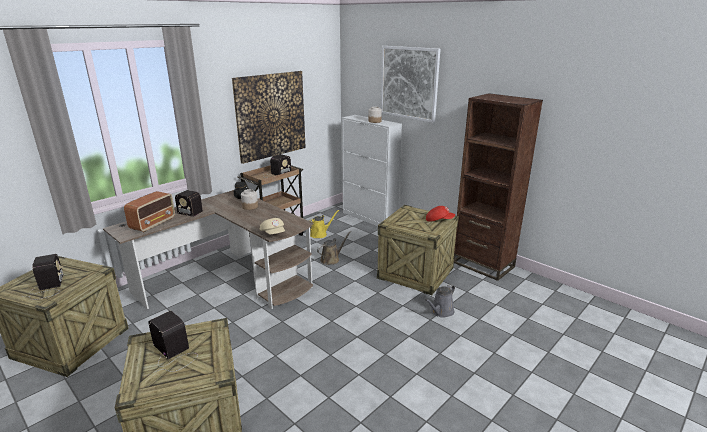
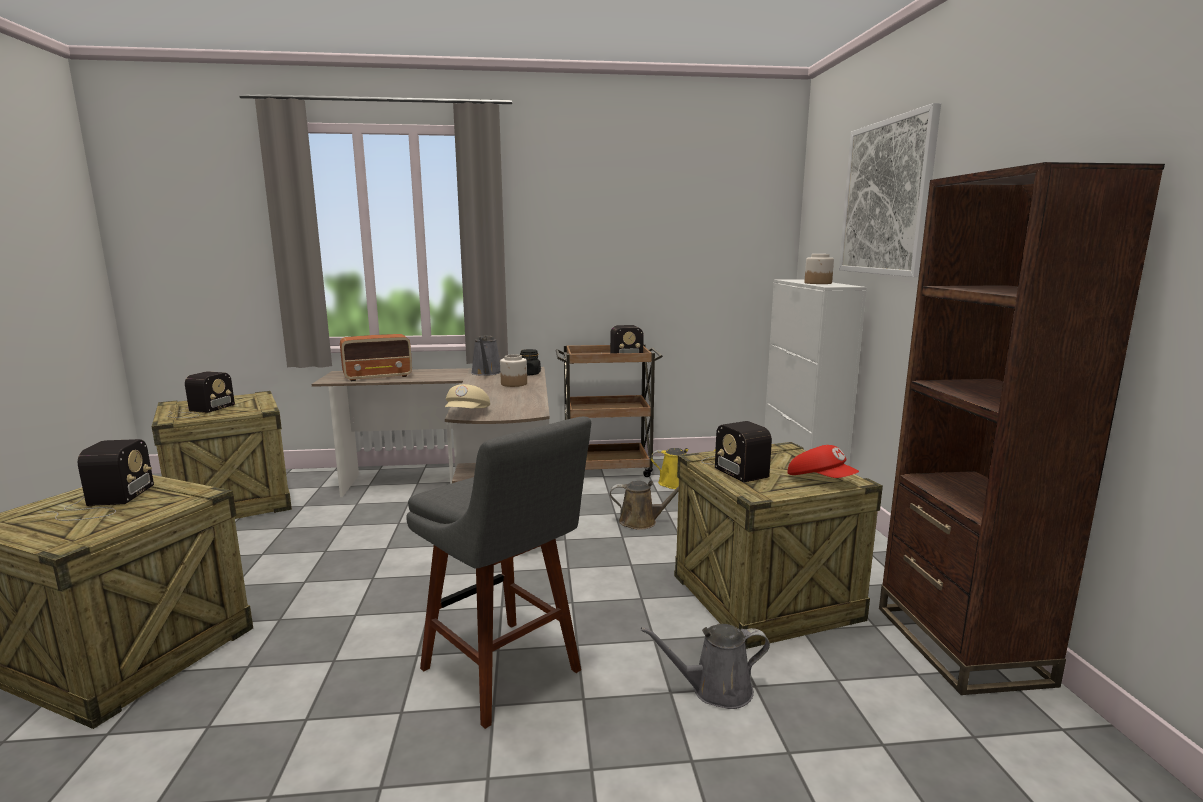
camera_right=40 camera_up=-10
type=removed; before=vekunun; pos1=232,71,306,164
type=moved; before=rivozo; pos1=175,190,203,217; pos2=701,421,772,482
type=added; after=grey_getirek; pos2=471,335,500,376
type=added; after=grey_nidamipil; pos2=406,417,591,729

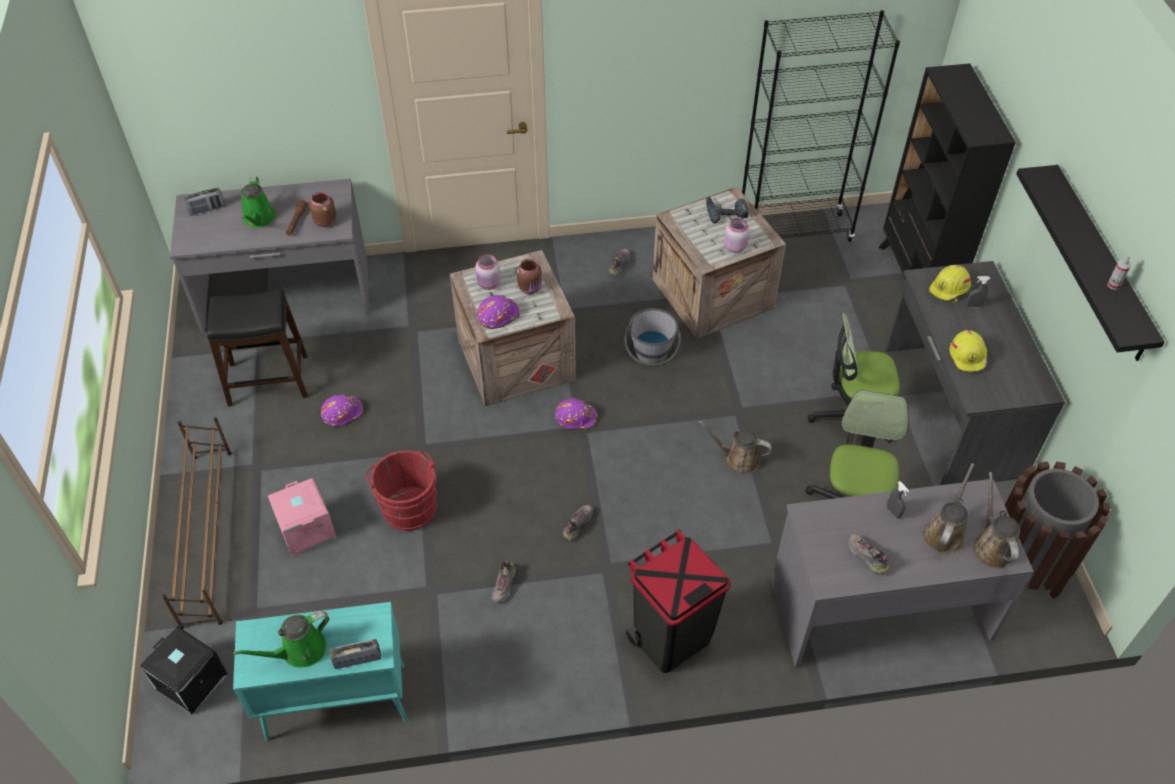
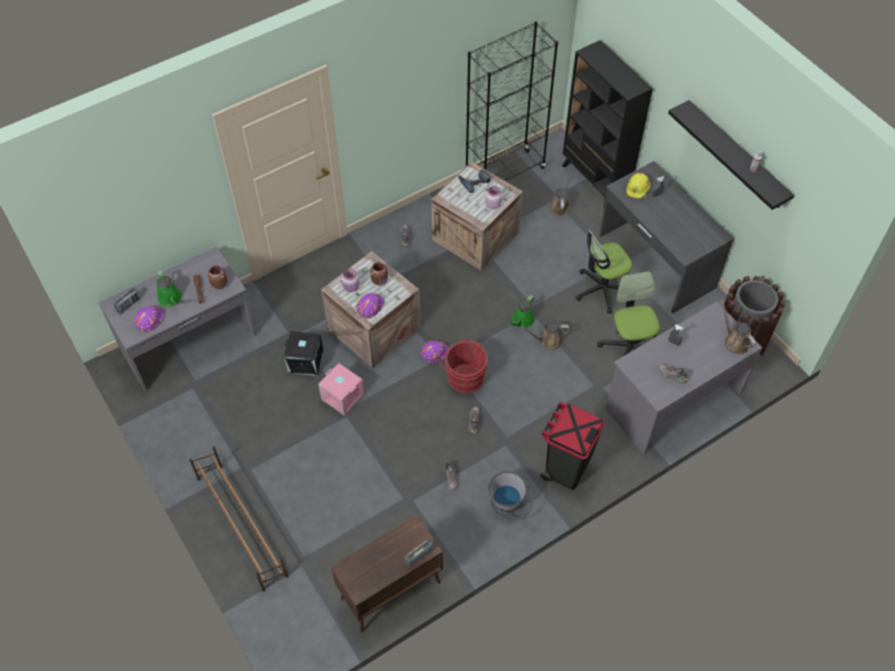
camera_right=-25 camera_up=5
type=removed; before=black_nidamipil; pos1=207,289,308,406
type=moved; before=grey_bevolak; pos1=624,308,681,366; pos2=488,471,533,522
type=removed; before=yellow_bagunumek; pos1=949,330,987,372
type=moved; before=purple_bagunumek; pos1=321,395,363,427; pos2=134,306,165,332
type=moved; before=red_bevolak; pos1=366,450,437,531; pos2=440,340,488,393
type=moved; before=brown_getirek; pos1=923,463,974,554; pos2=549,168,570,216
type=moved; before=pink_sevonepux; pos1=268,478,336,557; pos2=318,363,364,416
type=recoloured; before=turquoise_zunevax; after=brown_zunevax; pos1=233,602,408,741; pos2=331,515,443,632
type=moved; before=green_getirek; pos1=233,611,329,668; pos2=507,295,535,328
type=moved; before=black_sevonepux; pos1=140,626,228,715; pos2=284,331,323,376

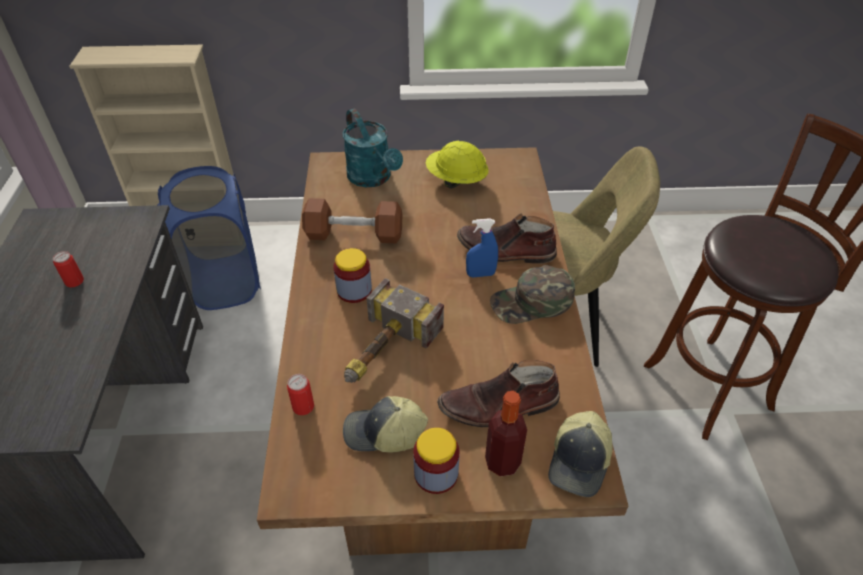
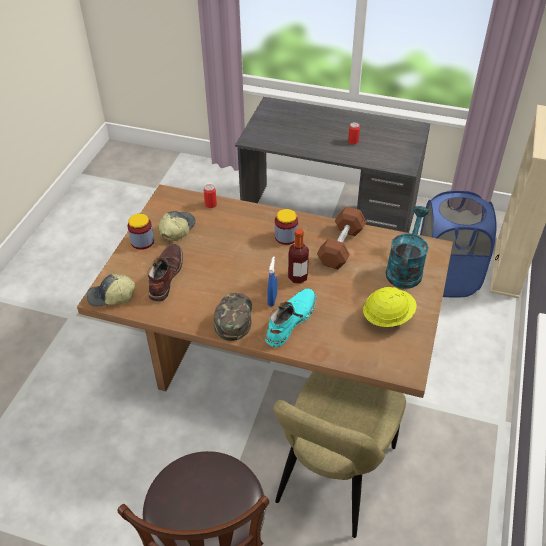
camera_right=110 camera_up=0
type=turned; before=turquoise_getirek; pos1=343,109,403,187; pos2=386,206,429,289; turn=120
type=recoloured; before=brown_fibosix; after=turquoise_fibosix; pos1=457,214,557,264; pos2=265,289,317,347
type=removed; before=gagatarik; pos1=344,278,444,383
type=moved; before=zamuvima; pos1=485,391,527,476; pos2=288,229,309,284
type=turned; before=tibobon; pos1=548,411,613,497; pos2=86,274,136,306; turn=-45

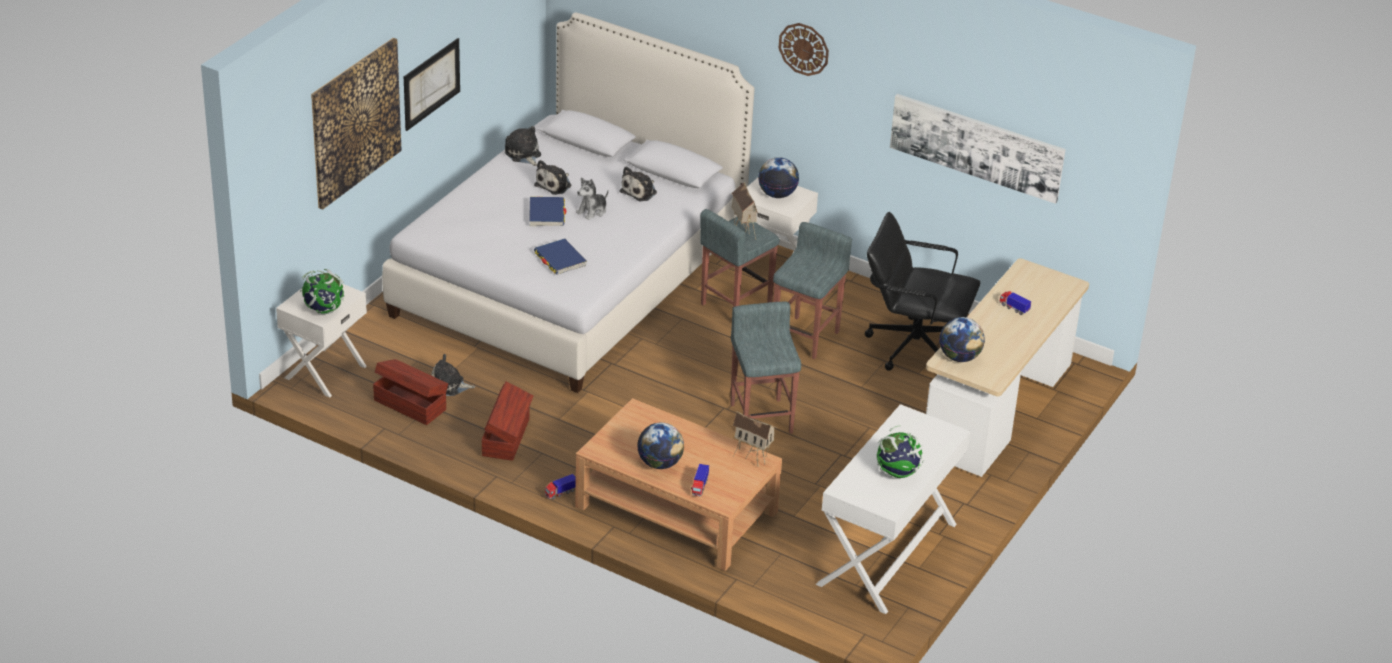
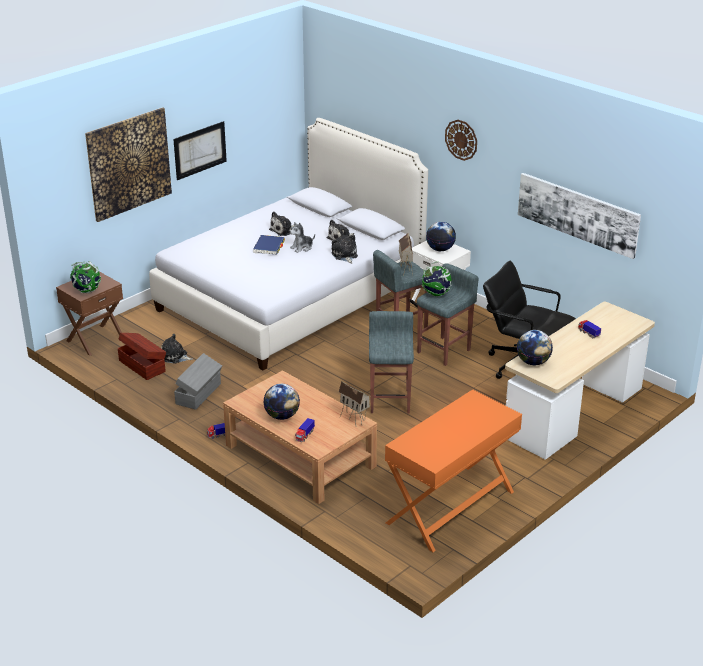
camera_right=15 camera_up=-5
type=moved; before=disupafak; pos1=505,126,541,166; pos2=332,235,358,264
type=removed; before=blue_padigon; pos1=534,238,587,275
type=recoloured; before=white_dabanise; after=brown_dabanise; pos1=276,284,367,398; pos2=56,272,123,356
type=recoloured; before=brown_sevonepux; after=grey_sevonepux; pos1=482,382,533,461; pos2=174,353,222,410
type=recoloured; before=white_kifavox; after=orange_kifavox; pos1=816,404,970,614; pos2=385,389,522,552
type=moved; before=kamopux; pos1=876,425,924,478; pos2=422,262,452,296

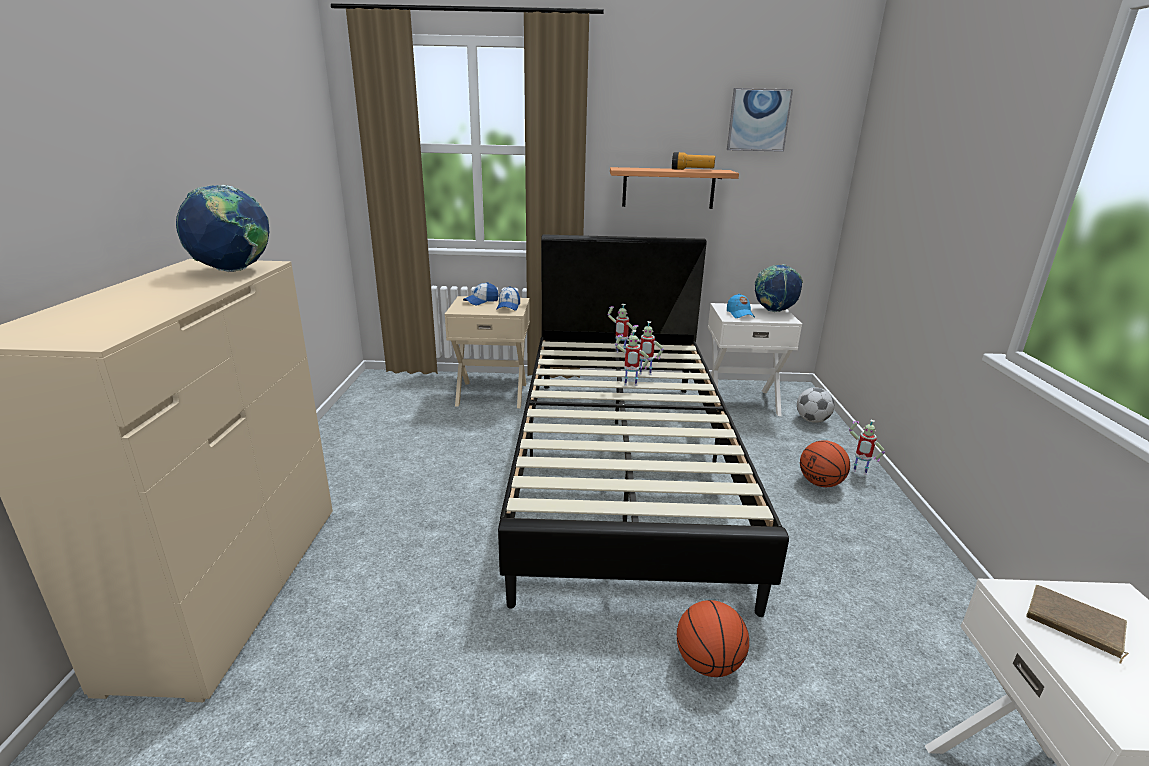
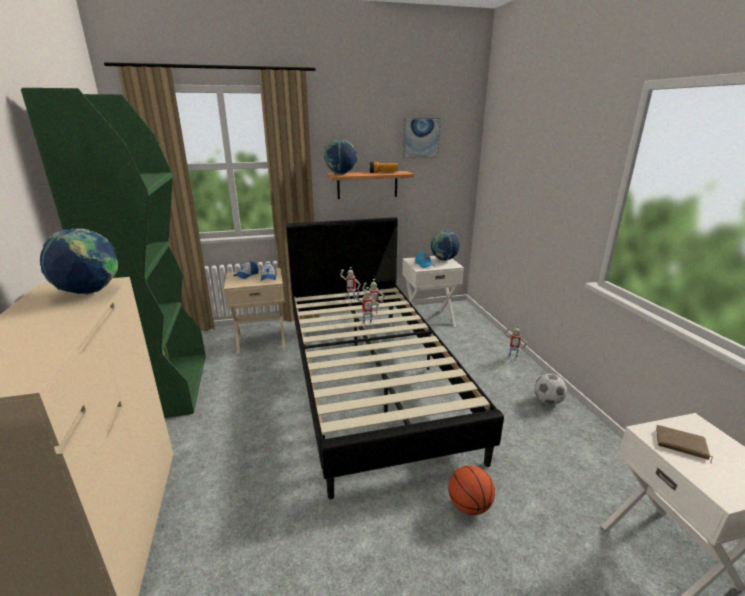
camera_right=-15 camera_up=0
type=moved; before=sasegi; pos1=797,387,834,423; pos2=534,374,567,405
type=removed; before=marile; pos1=800,440,850,487
type=added; after=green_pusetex; pos2=21,88,206,418
type=added; after=kamopux; pos2=324,139,358,175

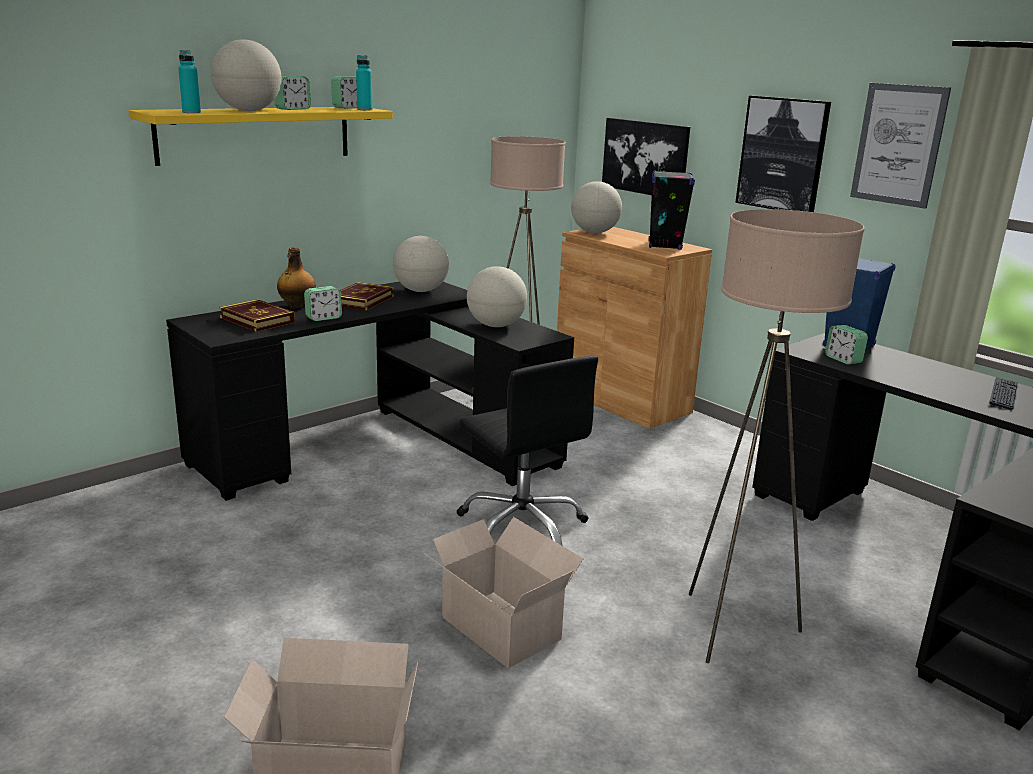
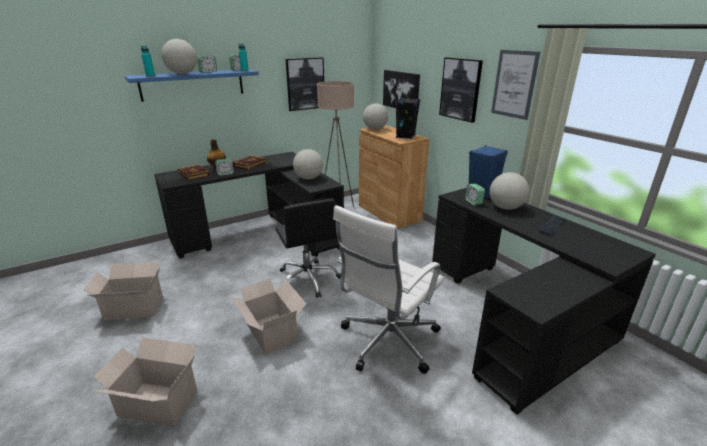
camera_right=10 camera_up=5
type=recoloured; before=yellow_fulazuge; after=blue_fulazuge; pos1=128,107,393,166; pos2=125,69,259,102
type=replaced; before=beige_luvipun; after=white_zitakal; pos1=689,209,865,663; pos2=333,205,445,374
type=moved; before=kamopux; pos1=393,236,449,292; pos2=489,172,529,210
type=added; after=vekunun; pos2=286,57,324,111
type=added; after=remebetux; pos2=83,261,163,321

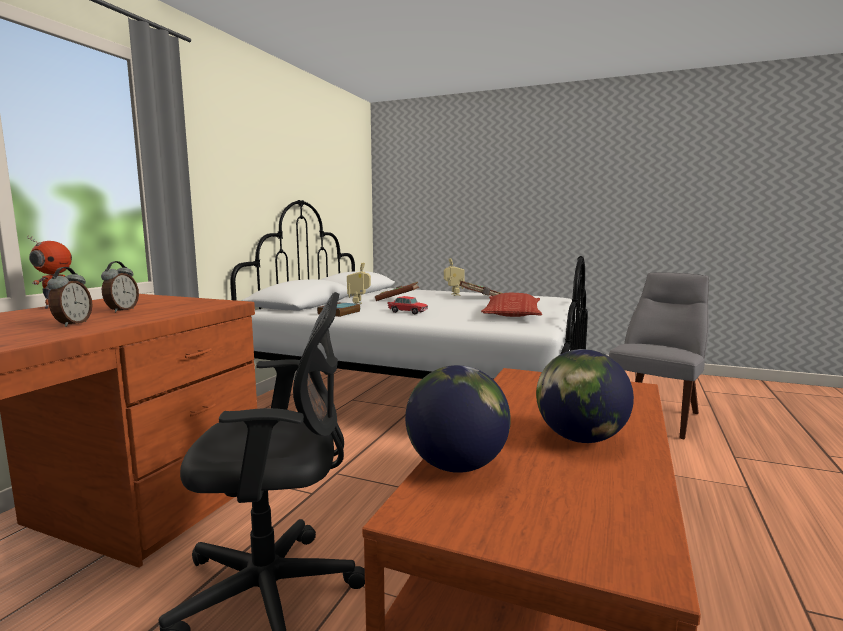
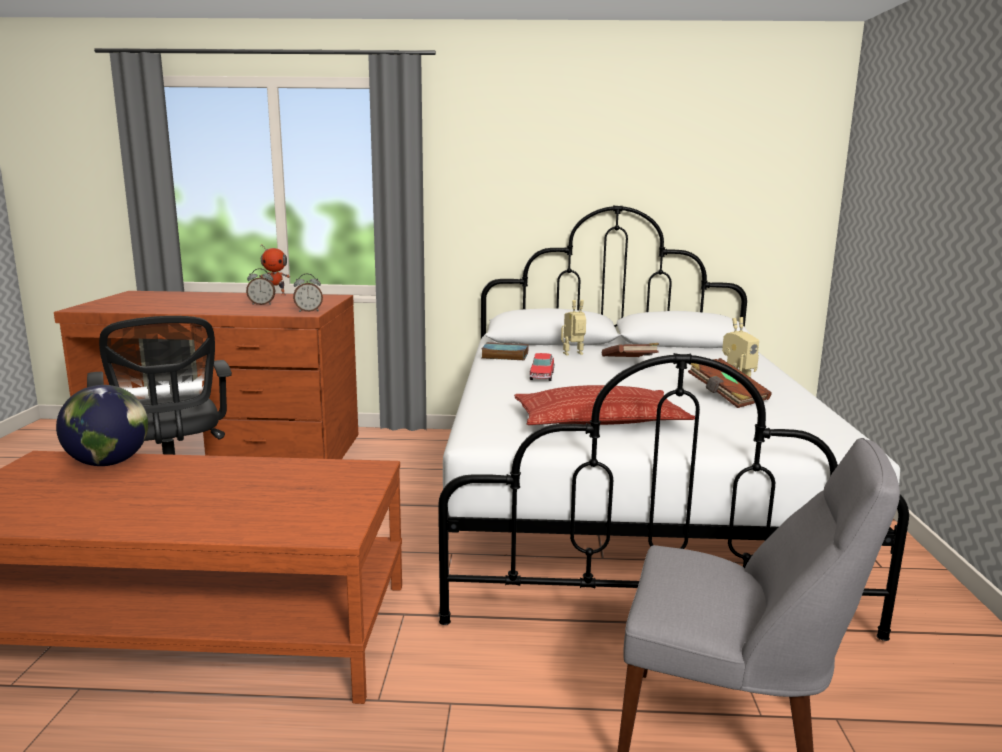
camera_right=70 camera_up=5
type=moved; before=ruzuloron; pos1=47,267,93,327; pos2=293,273,323,312
type=removed; before=kamopux; pos1=536,349,634,443

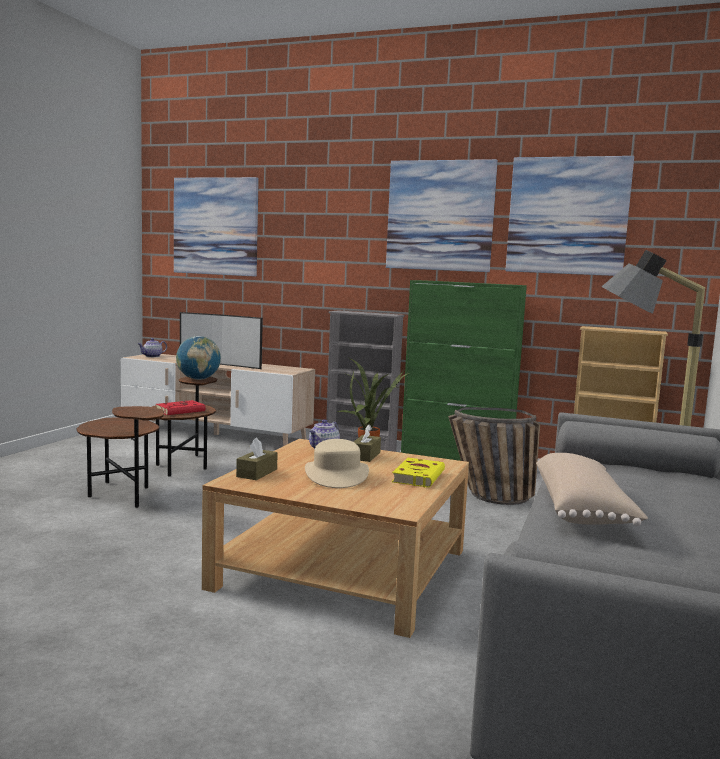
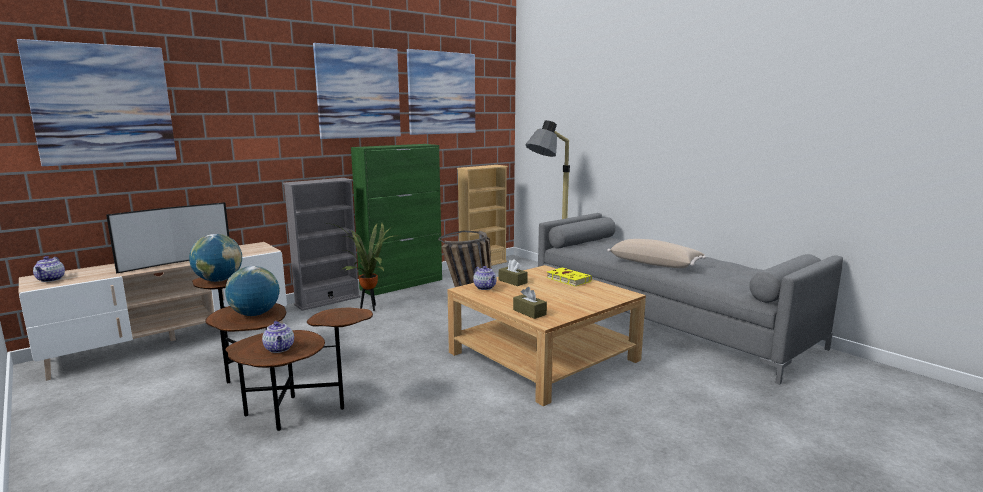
camera_right=-60 camera_up=5
type=replaced; before=red_padigon; after=kamopux; pos1=156,400,206,415; pos2=225,266,280,316
type=removed; before=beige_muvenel; pos1=305,439,369,488
type=added; after=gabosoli; pos2=262,321,294,353

